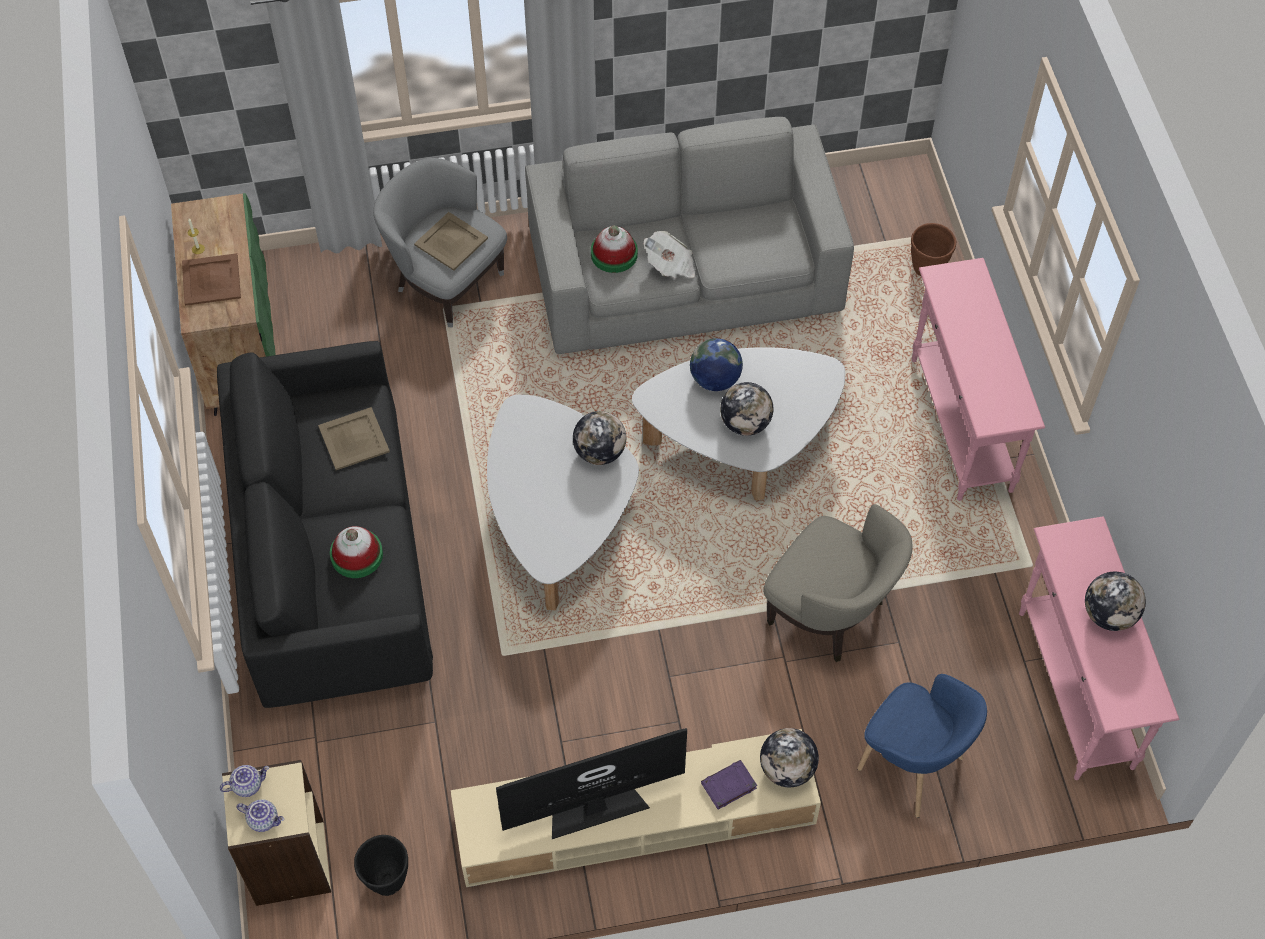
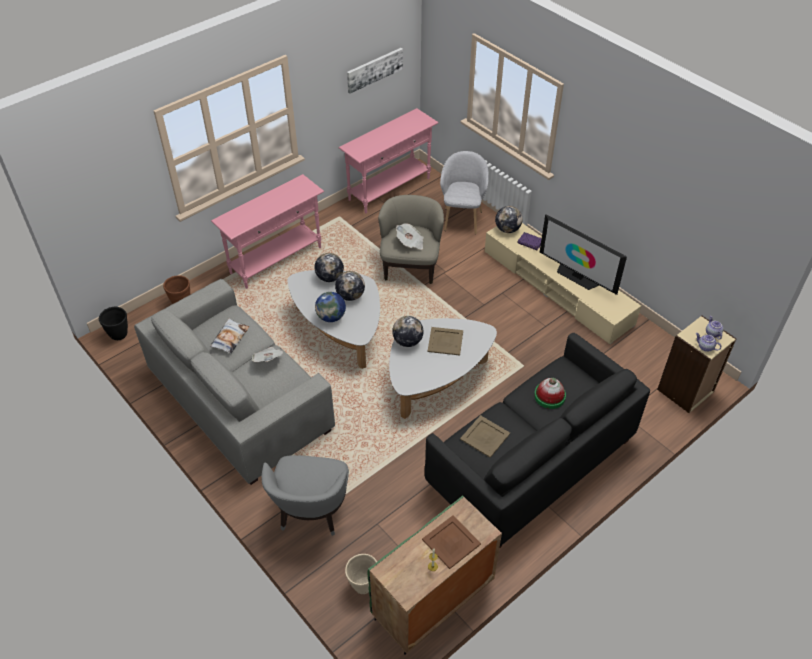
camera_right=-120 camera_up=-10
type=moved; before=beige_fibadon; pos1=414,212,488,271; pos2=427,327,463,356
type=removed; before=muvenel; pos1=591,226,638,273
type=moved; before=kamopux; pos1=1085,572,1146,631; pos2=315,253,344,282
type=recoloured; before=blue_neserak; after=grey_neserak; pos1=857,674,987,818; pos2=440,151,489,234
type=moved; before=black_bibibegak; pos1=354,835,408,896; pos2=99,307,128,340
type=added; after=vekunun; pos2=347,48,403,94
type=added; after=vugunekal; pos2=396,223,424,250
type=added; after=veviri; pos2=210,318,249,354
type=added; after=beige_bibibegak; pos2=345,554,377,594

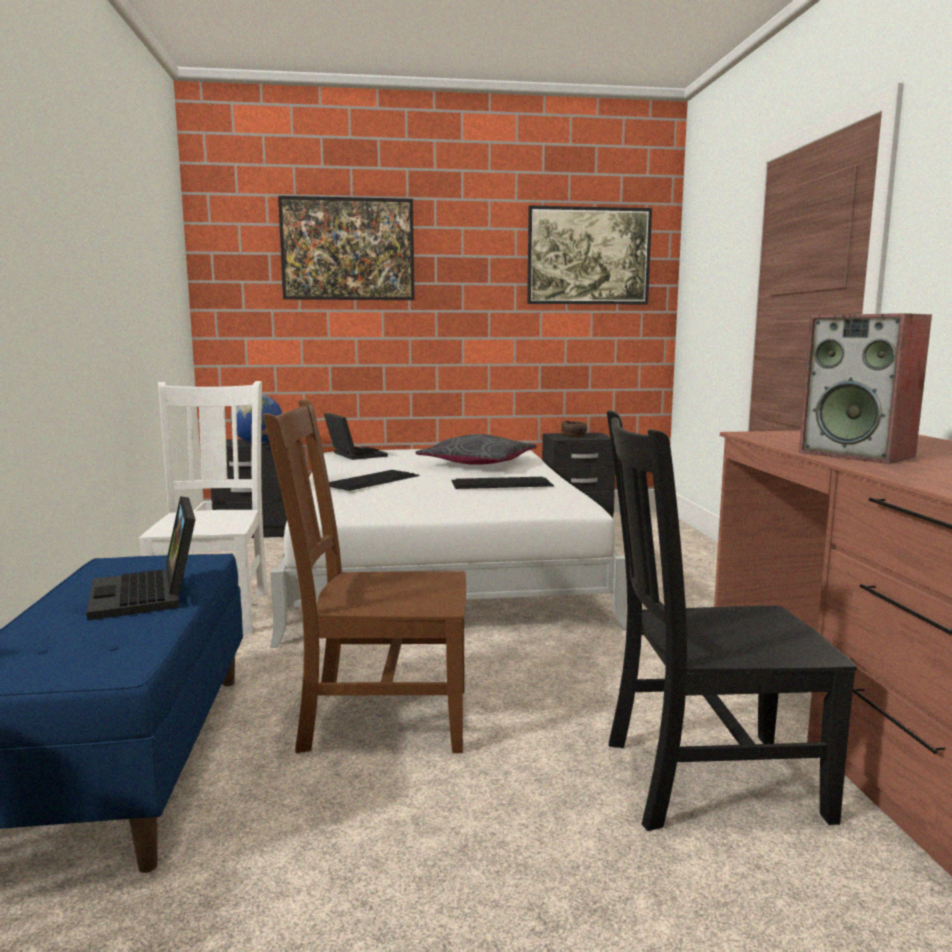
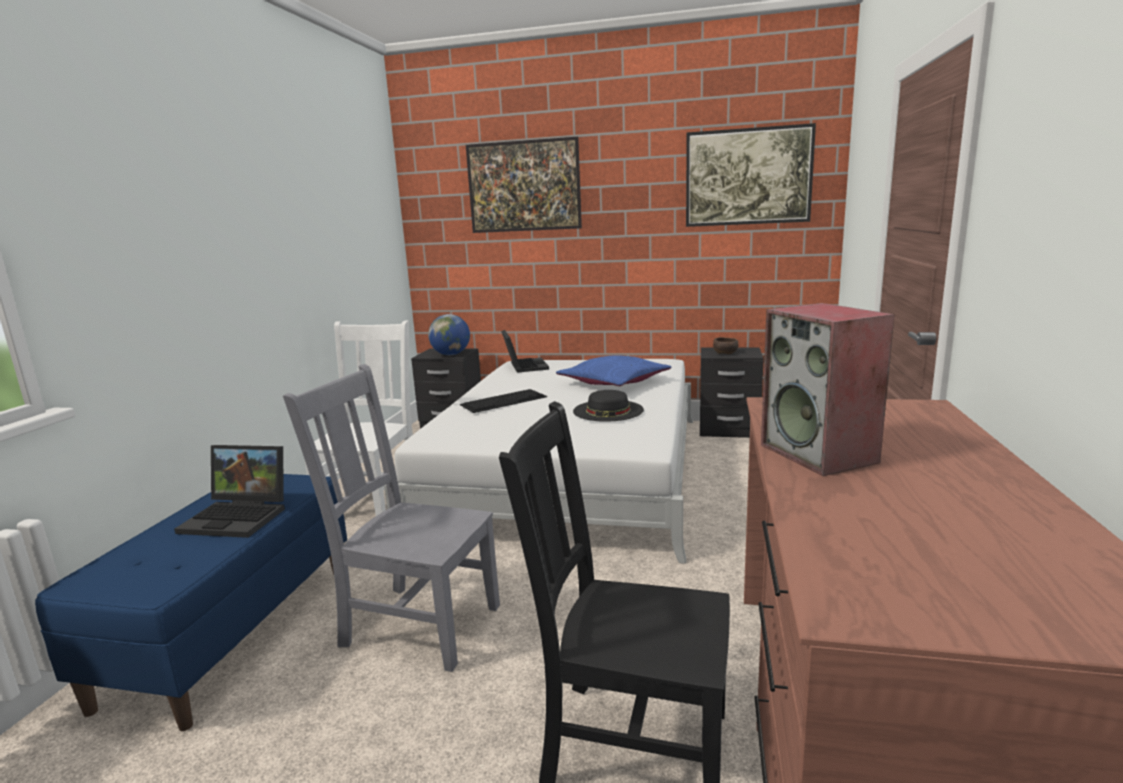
camera_right=20 camera_up=5
type=recoloured; before=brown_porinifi; after=grey_porinifi; pos1=263,400,466,753; pos2=283,364,500,672
type=recoloured; before=grey_veviri; after=blue_veviri; pos1=416,434,537,465; pos2=556,355,671,386
type=replaced; before=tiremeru; after=black_muvenel; pos1=451,477,554,489; pos2=573,390,644,422
type=turned; before=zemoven; pos1=87,496,195,620; pos2=174,445,285,538; turn=-75

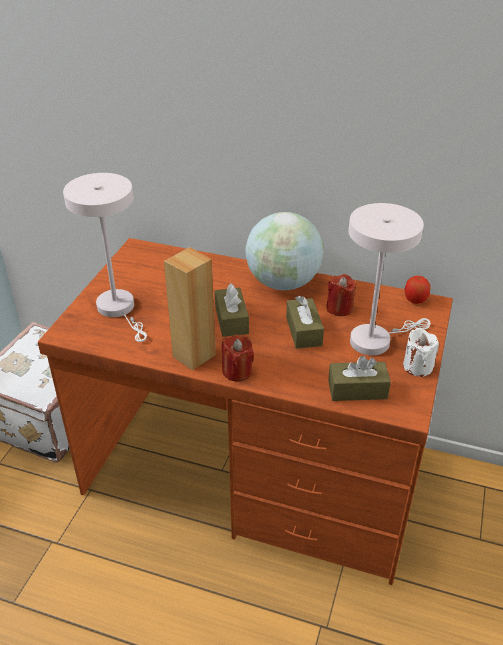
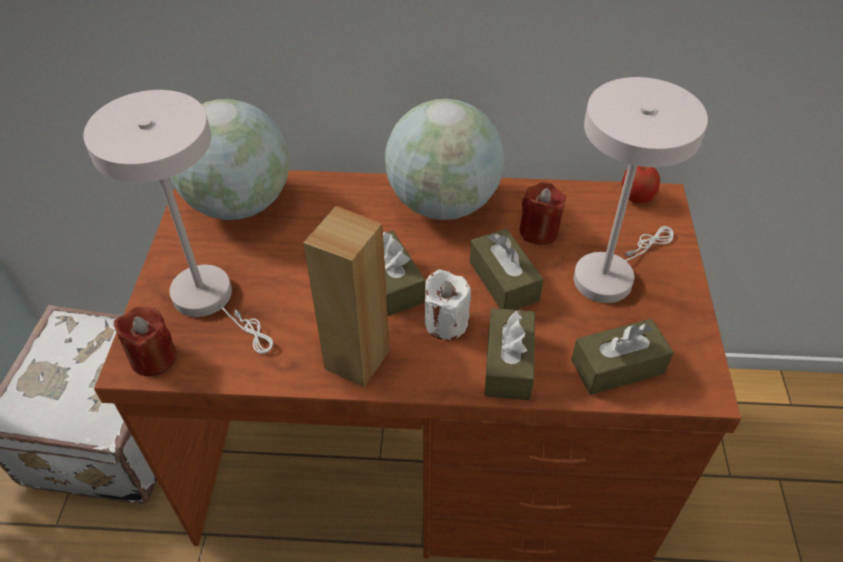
camera_right=-15 camera_up=10
type=moved; before=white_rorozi; pos1=403,328,439,377; pos2=424,269,471,340
type=moved; before=red_rorozi; pos1=222,335,254,381; pos2=114,307,177,376
type=added; after=kamopux; pos2=170,99,289,220
type=added; after=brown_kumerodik; pos2=485,308,535,400

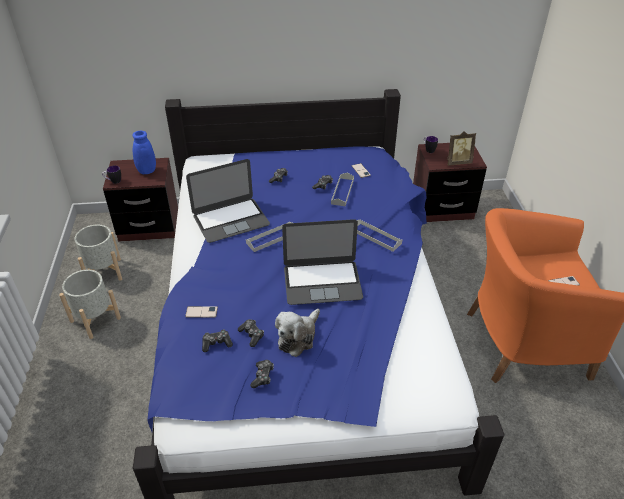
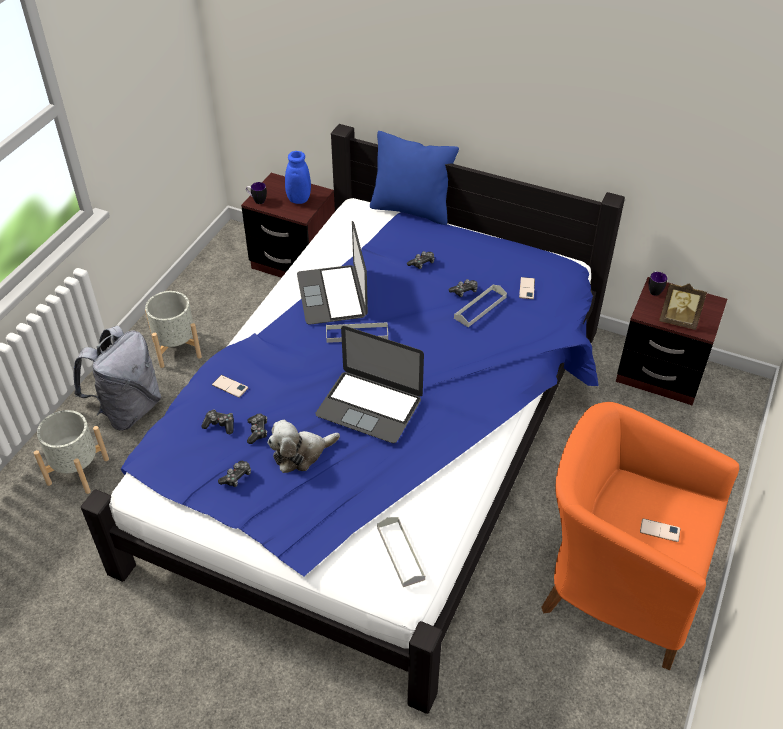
camera_right=30 camera_up=5
type=turned; before=zemoven; pos1=186,159,270,243; pos2=297,221,368,325; turn=75
type=moved; before=grey_fibadon; pos1=357,219,402,252; pos2=377,517,425,587
type=moved; before=grey_bibibegak; pos1=74,225,122,281; pos2=34,410,109,494
type=added; after=blue_veviri; pos2=370,131,459,225
type=added; after=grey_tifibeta; pos2=74,325,161,430

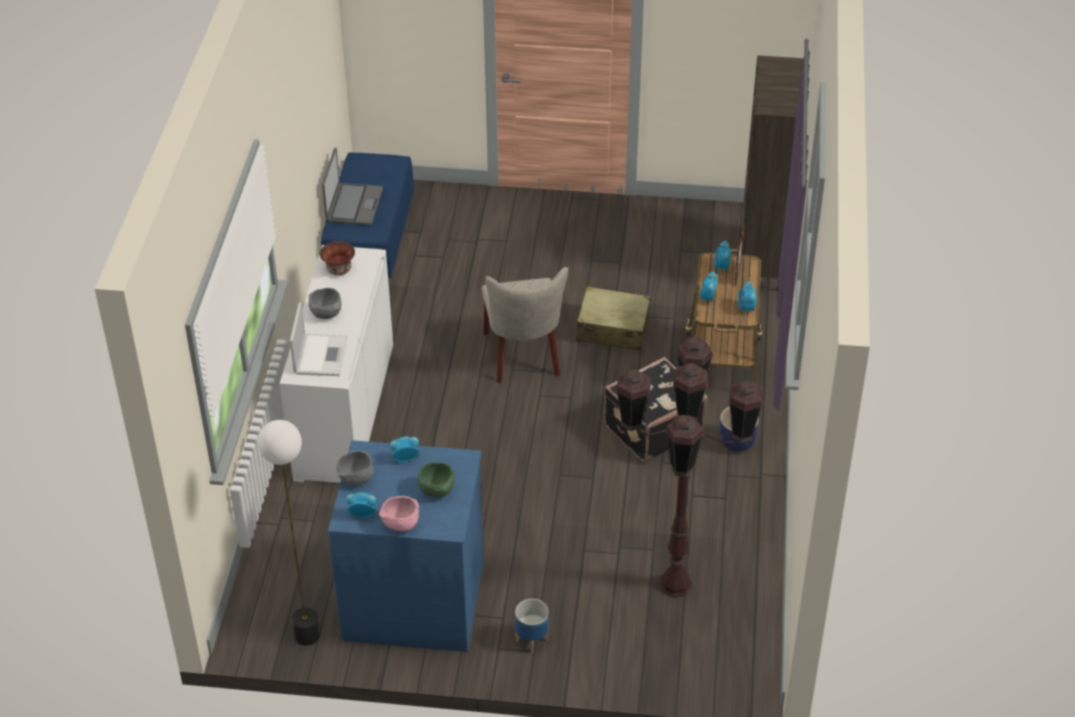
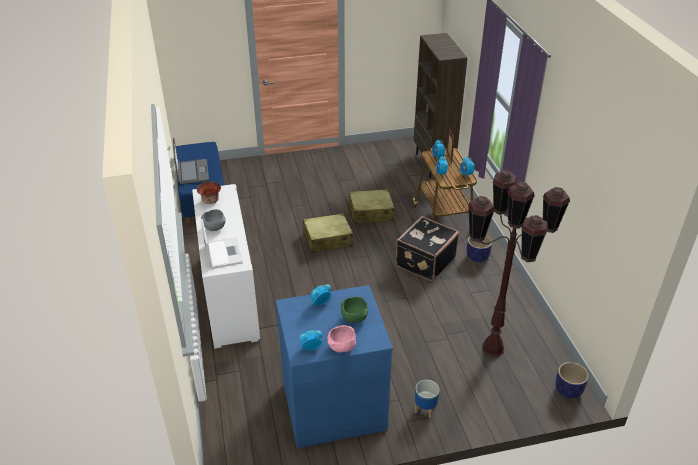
camera_right=-20 camera_up=-5
type=replaced; before=beige_porinifi; after=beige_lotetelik; pos1=482,267,568,383; pos2=302,213,353,253
type=removed; before=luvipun; pos1=258,420,320,646
type=removed; before=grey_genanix; pos1=336,450,374,486
type=added; after=bibibegak; pos2=555,362,589,398

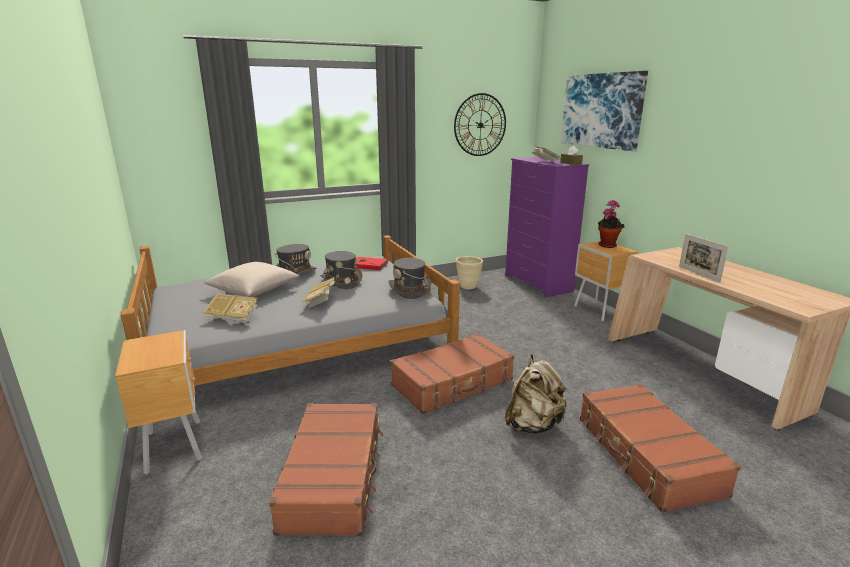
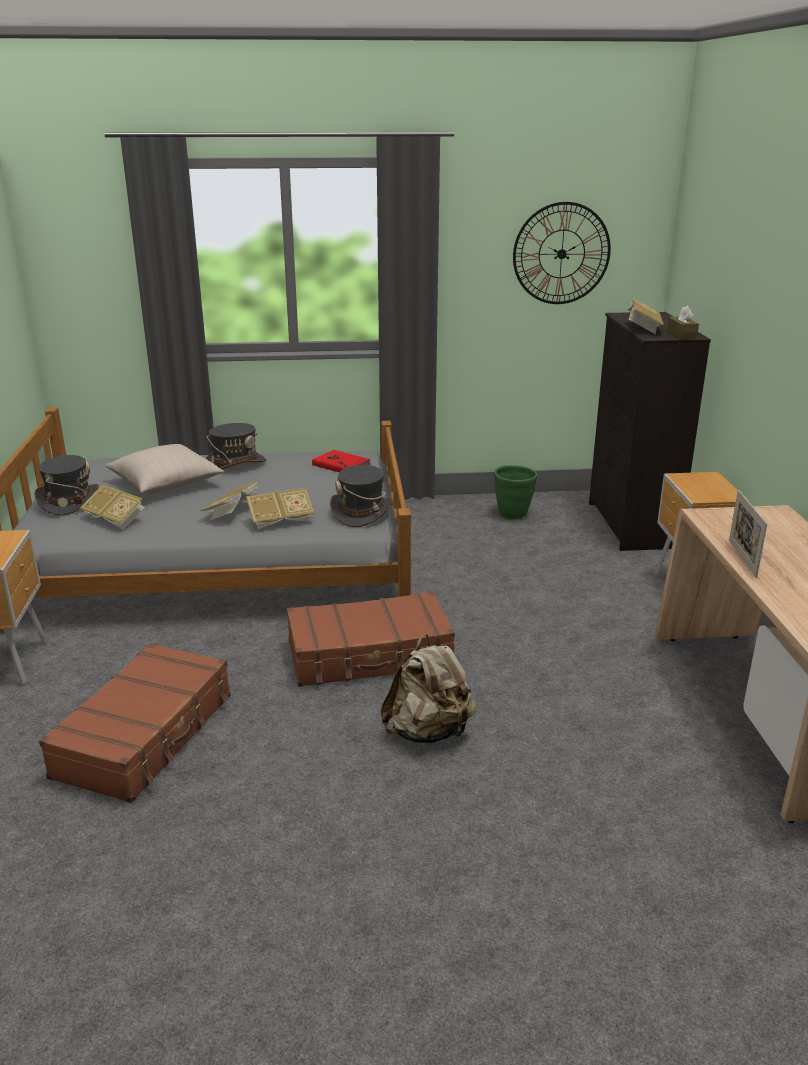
camera_right=20 camera_up=5
type=removed; before=vekunun; pos1=561,71,648,151
type=recoloured; before=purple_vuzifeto; after=black_vuzifeto; pos1=505,157,589,298; pos2=589,312,711,551
type=removed; before=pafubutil; pos1=598,200,624,248
type=moved; before=grey_muvenel; pos1=320,251,363,289; pos2=35,455,99,515
type=recoloured; before=beige_bibibegak; after=green_bibibegak; pos1=456,256,483,290; pos2=494,465,537,520
type=removed; before=brown_lotetelik; pos1=580,384,741,513
type=added; after=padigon; pos2=246,488,315,529

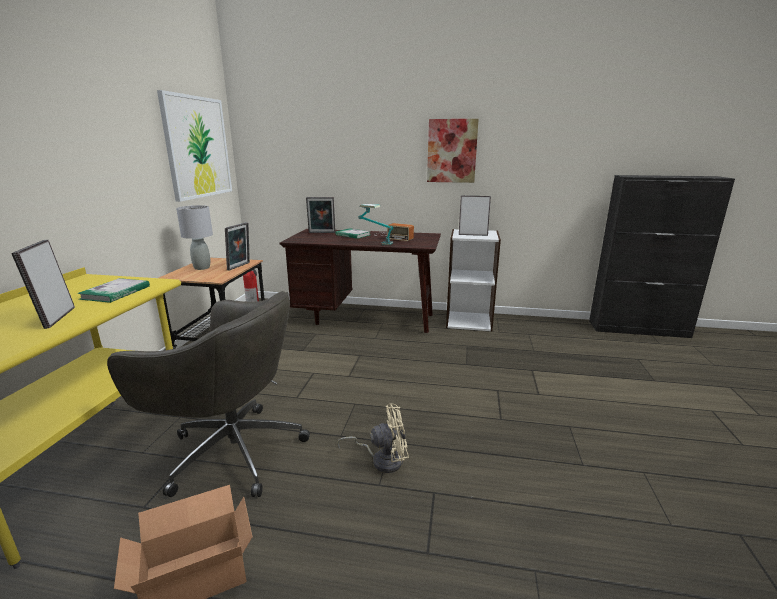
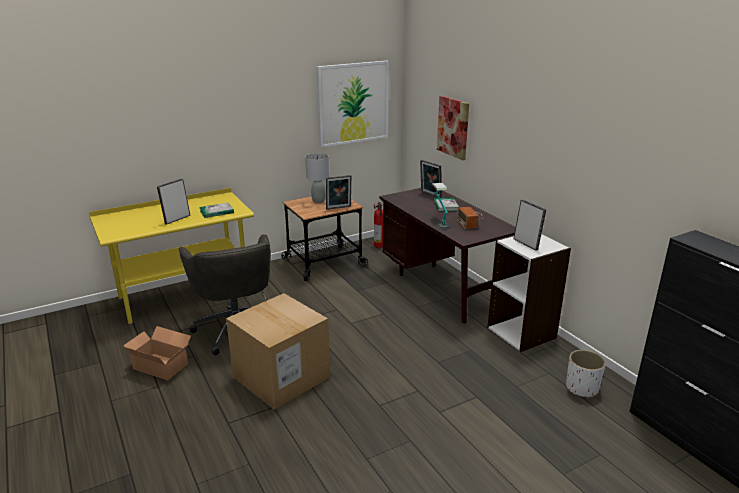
camera_right=50 camera_up=5
type=moved; before=vekunun; pos1=427,119,479,183; pos2=437,96,469,160
type=replaced; before=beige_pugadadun; after=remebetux; pos1=337,404,409,473; pos2=226,293,330,410
type=added; after=white_bibibegak; pos2=566,350,606,398

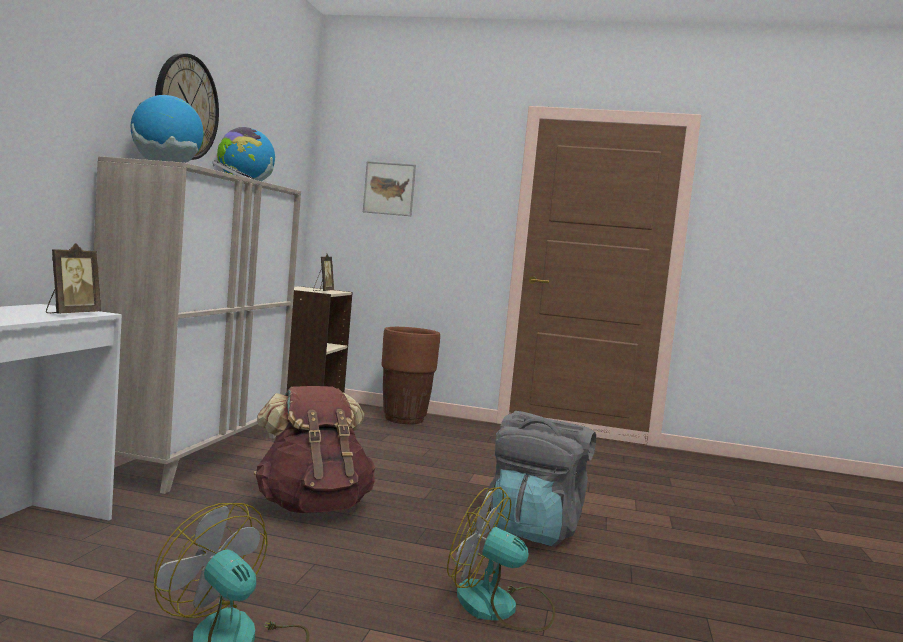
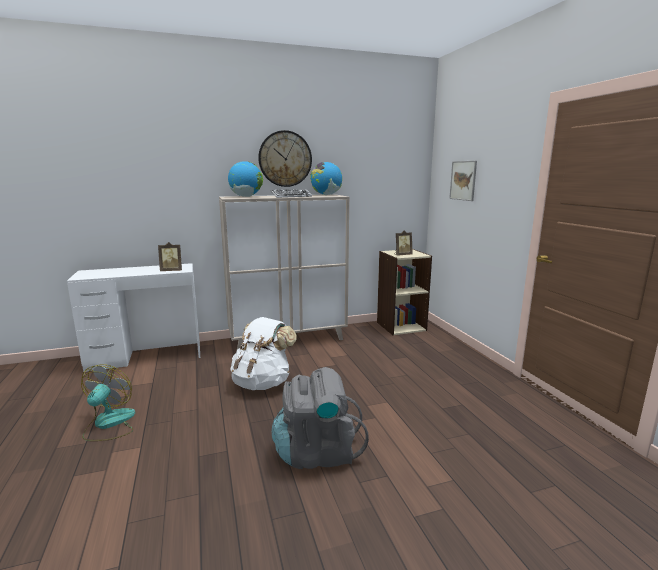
camera_right=60 camera_up=10
type=removed; before=brown_bibibegak; pos1=382,327,440,424
type=recoloured; before=brown_tifibeta; after=white_tifibeta; pos1=254,386,375,513; pos2=230,317,297,390
type=removed; before=pugadadun; pos1=447,487,555,632

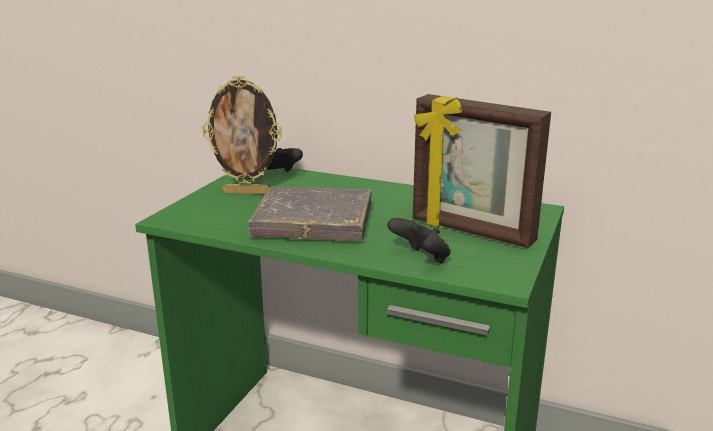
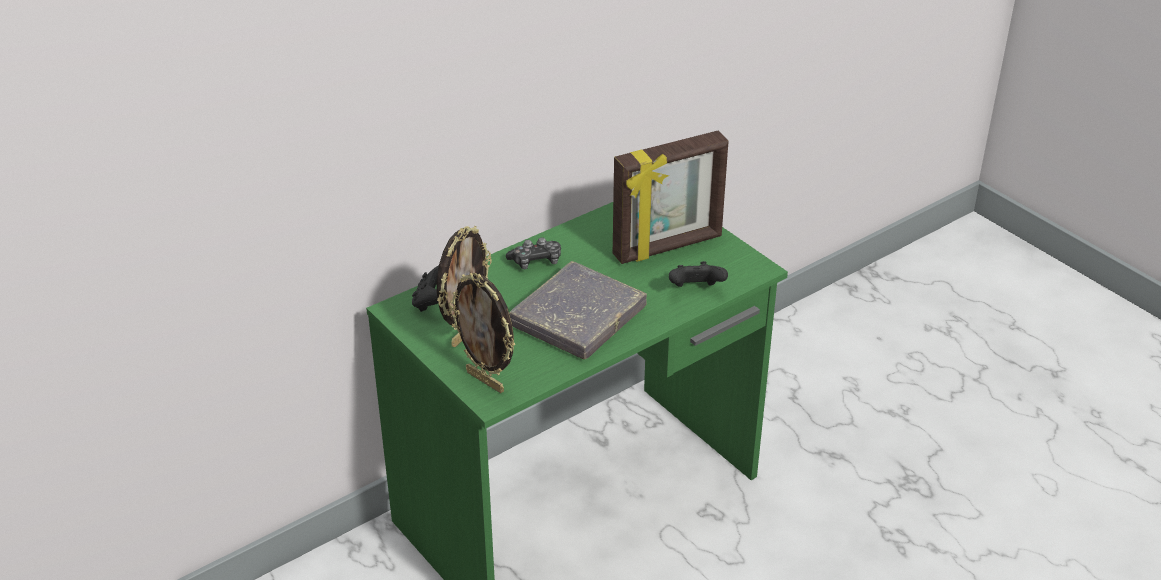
camera_right=-60 camera_up=15
type=added; after=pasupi; pos2=506,237,561,269
type=added; after=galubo; pos2=448,273,515,393

